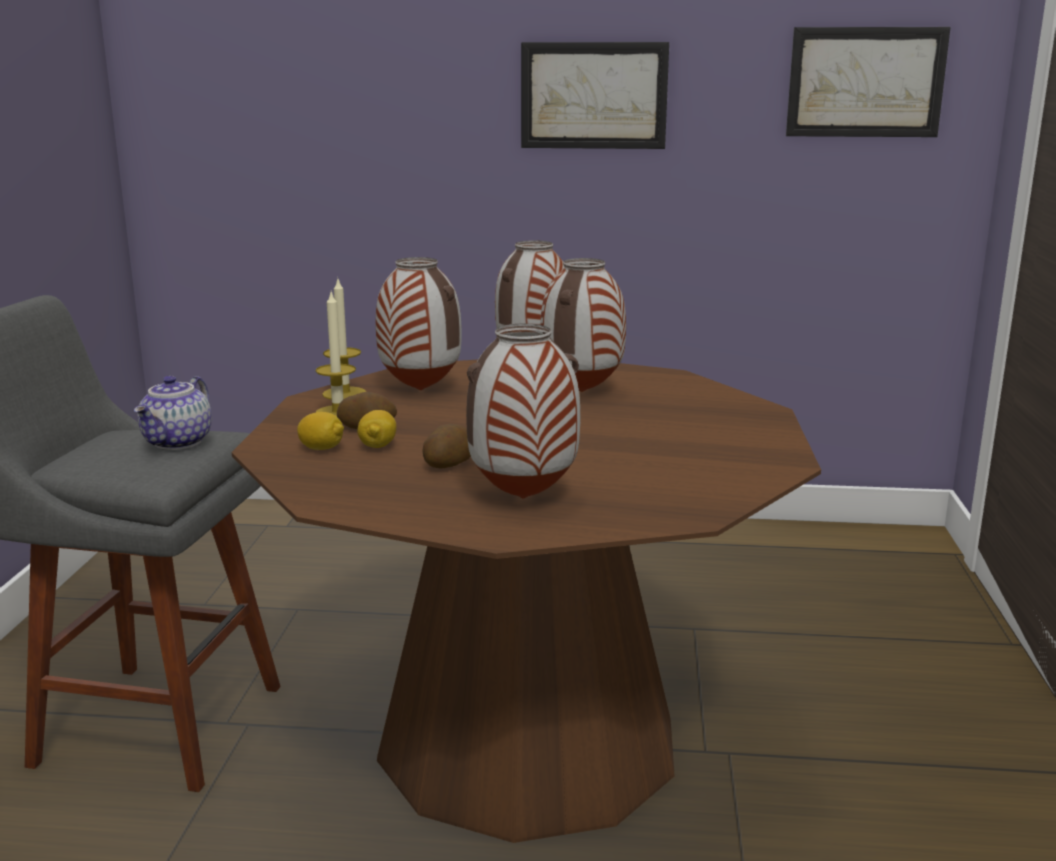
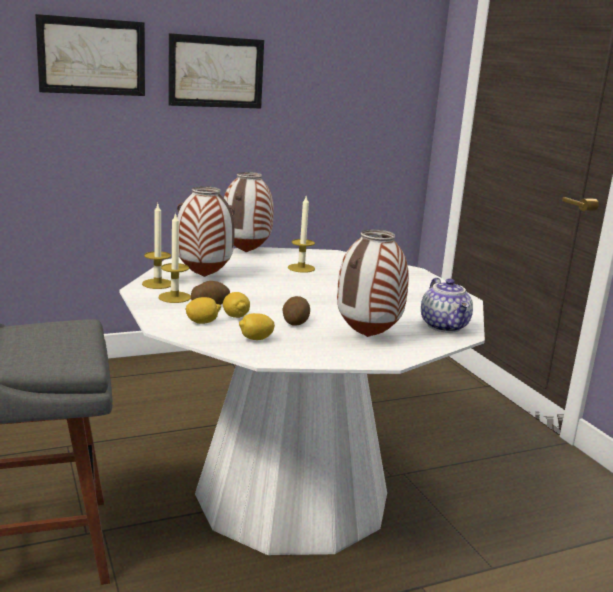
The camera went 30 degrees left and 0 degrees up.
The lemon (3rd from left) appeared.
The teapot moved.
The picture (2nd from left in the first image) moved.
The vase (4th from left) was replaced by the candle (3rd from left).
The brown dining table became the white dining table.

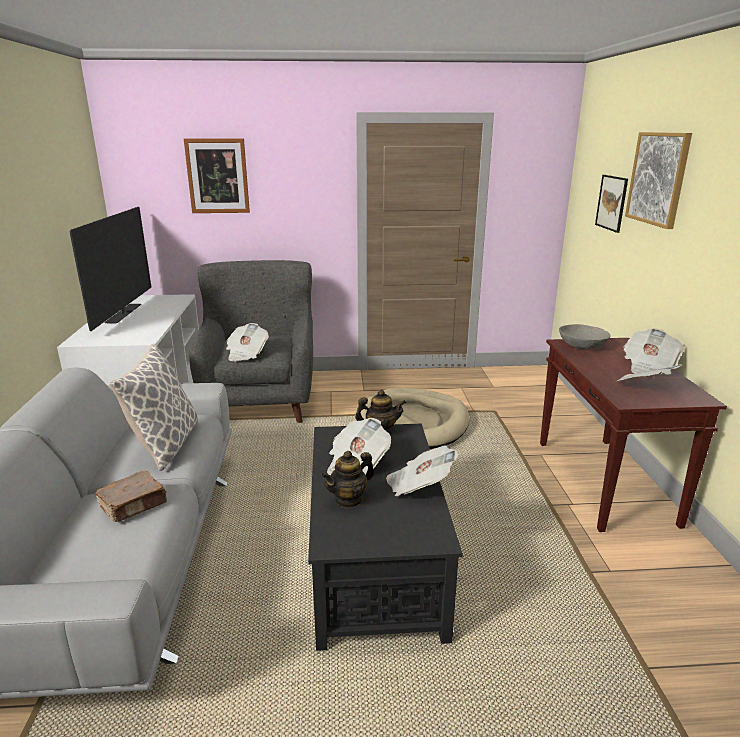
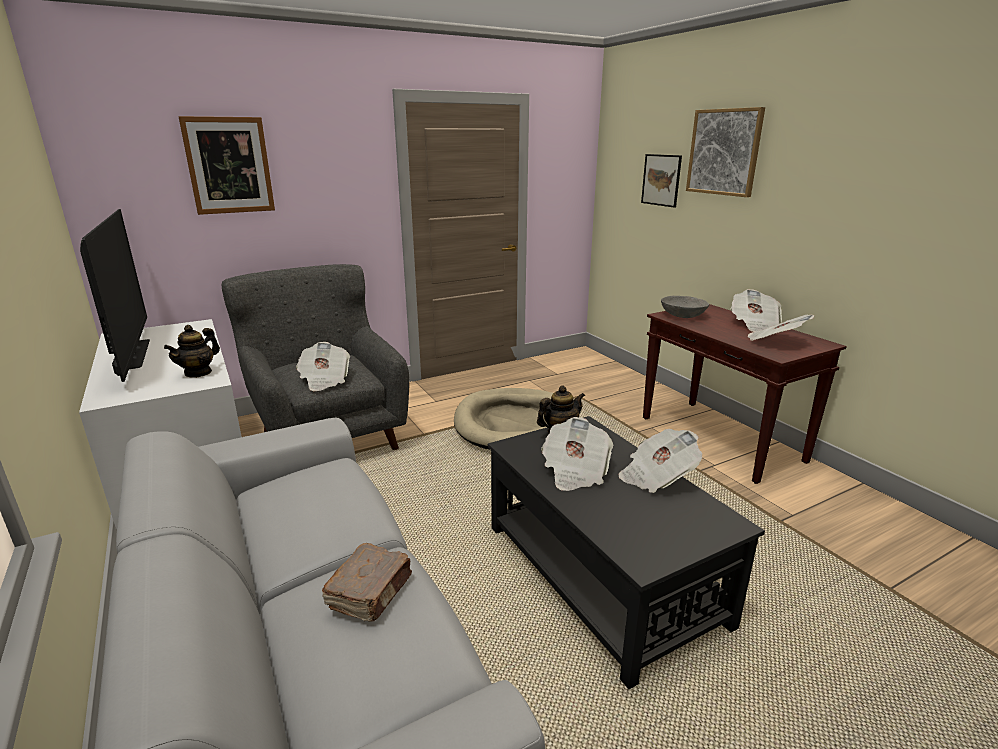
The camera went 25 degrees left and 0 degrees up.
The pillow disappeared.
The teapot (1st from left) moved.

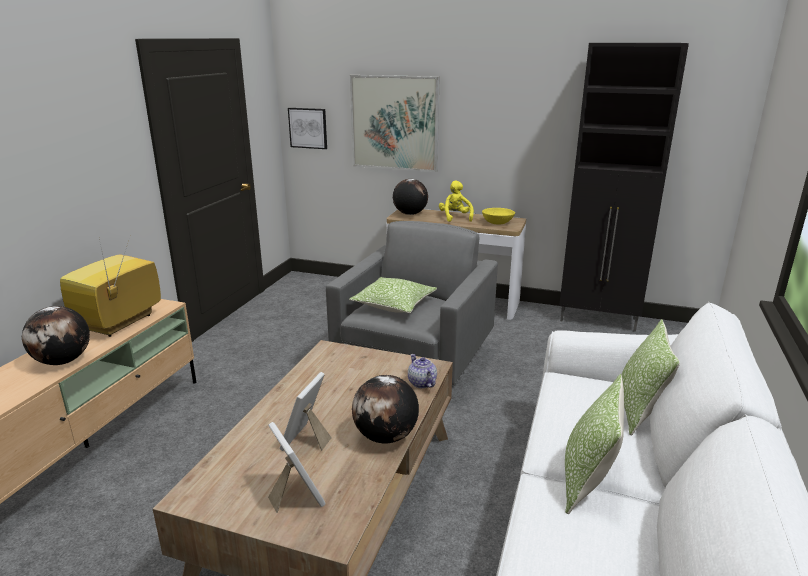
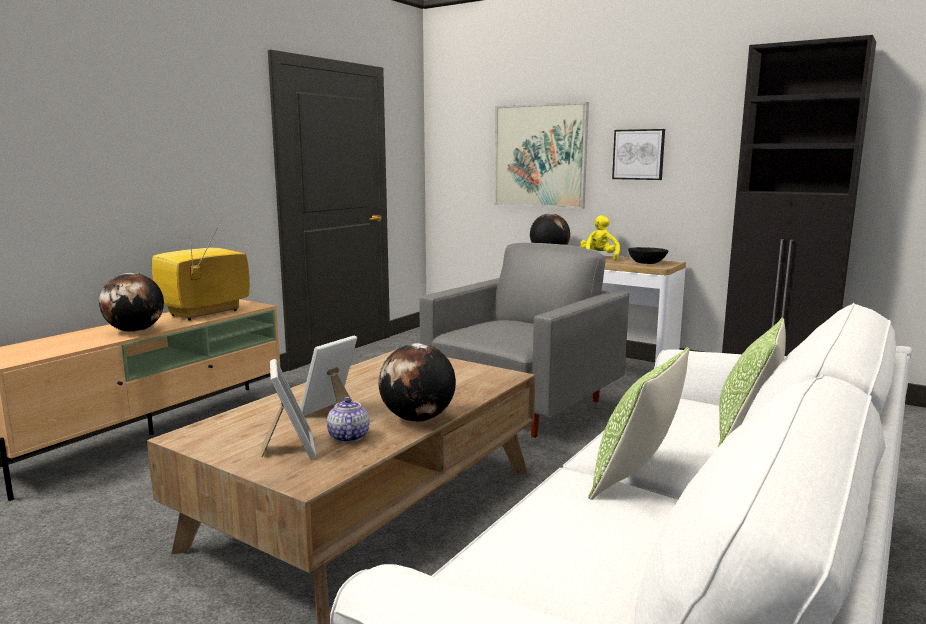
The camera went 15 degrees right and 10 degrees down.
The pillow (1st from left) disappeared.
The picture (1st from left in the first image) moved.
The teapot moved.
The yellow bowl became the black bowl.

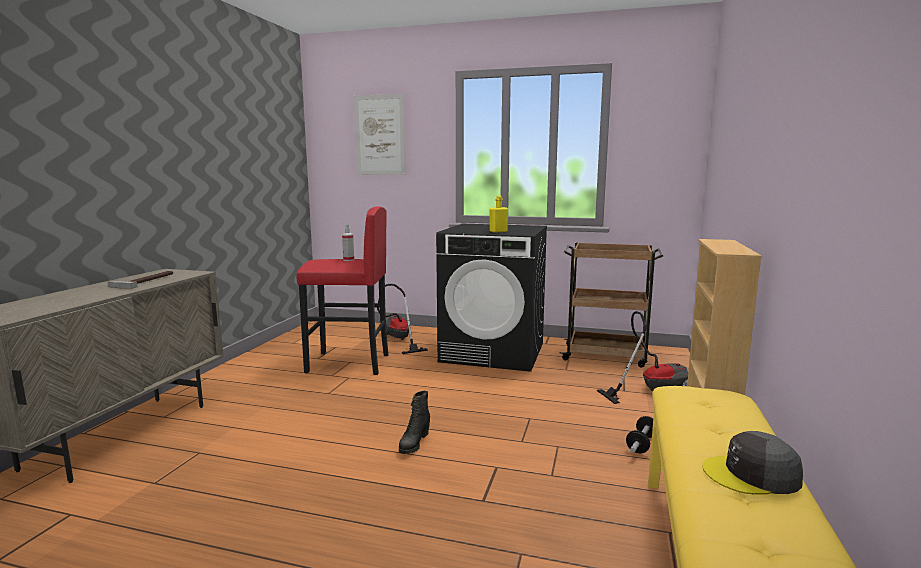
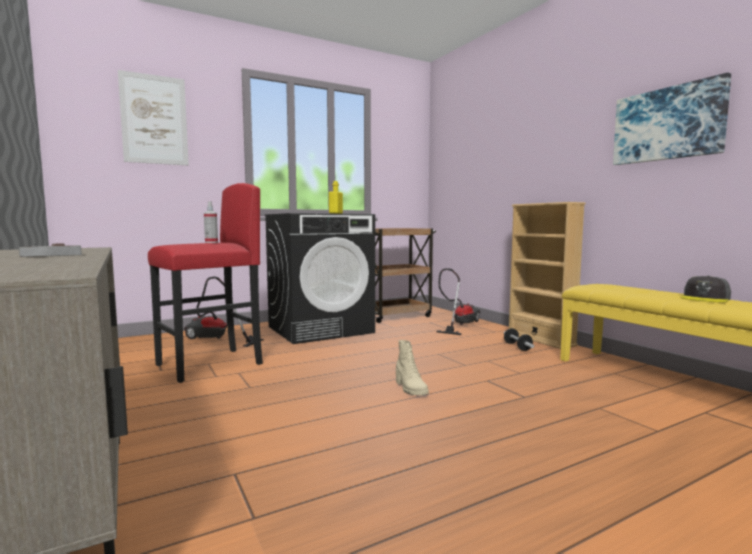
The camera went 45 degrees left and 5 degrees down.
The picture (2nd from left) appeared.
The black boot became the beige boot.

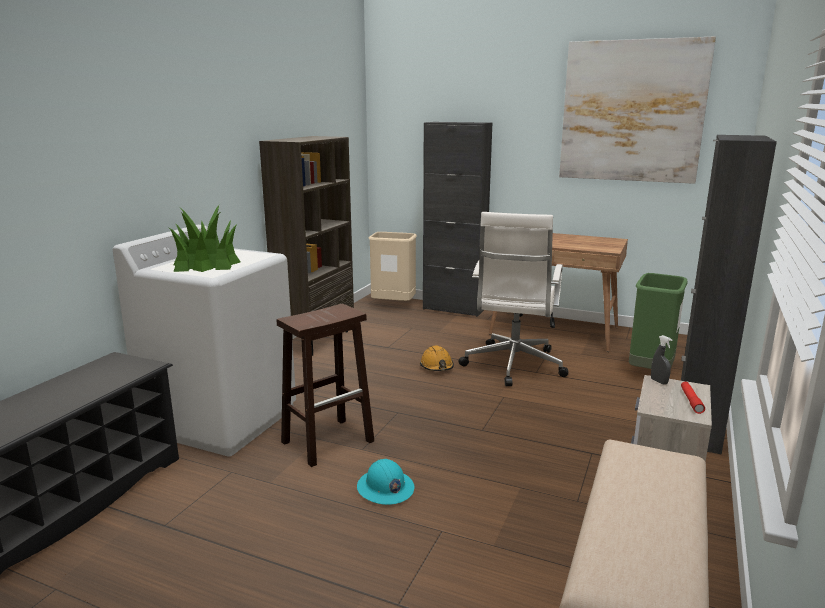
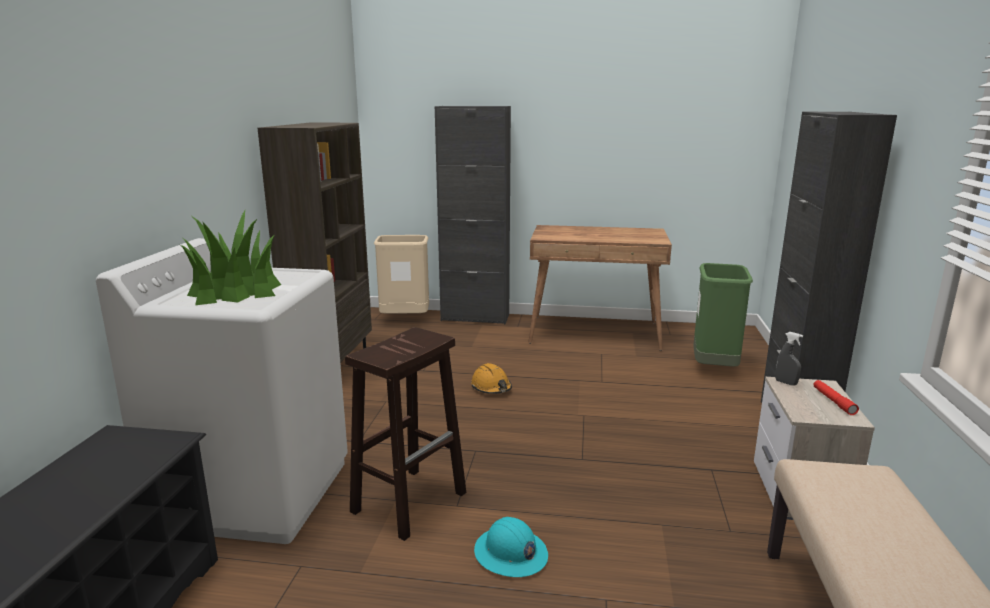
The camera went 15 degrees left and 0 degrees up.
The white office chair disappeared.
The picture disappeared.

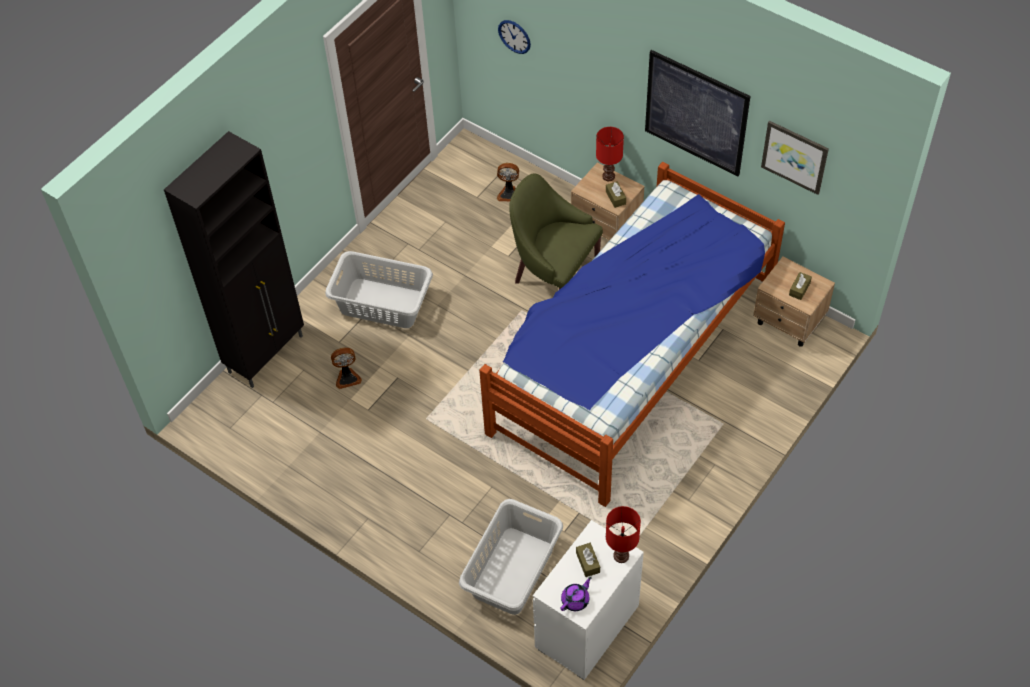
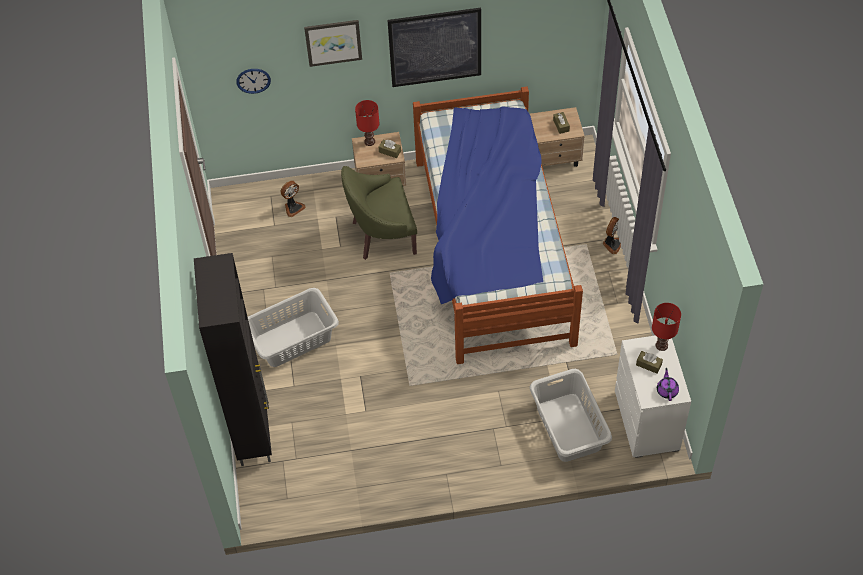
The camera went 45 degrees left and 0 degrees up.
The fan (1st from left in the first image) moved.
The picture (2nd from left in the first image) moved.

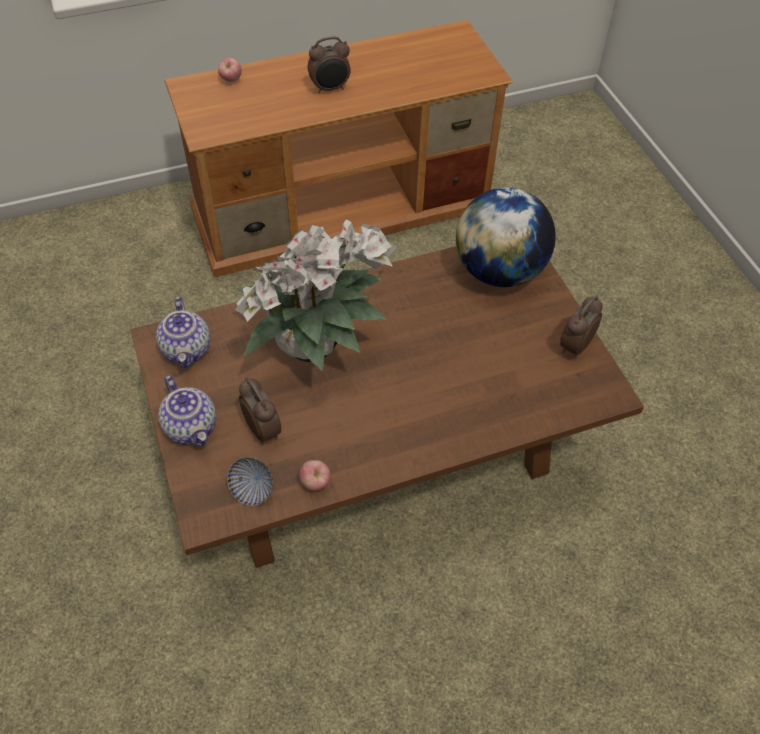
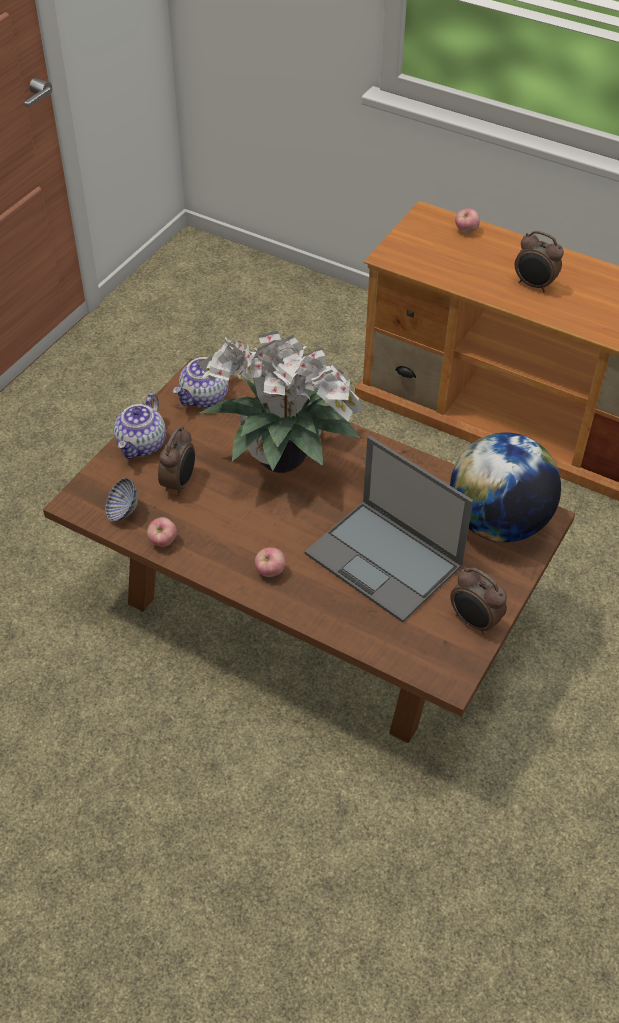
The camera went 50 degrees right and 5 degrees down.
The apple (2nd from left) appeared.
The laptop appeared.
The alarm clock (3rd from left in the first image) turned 135 degrees counterclockwise.

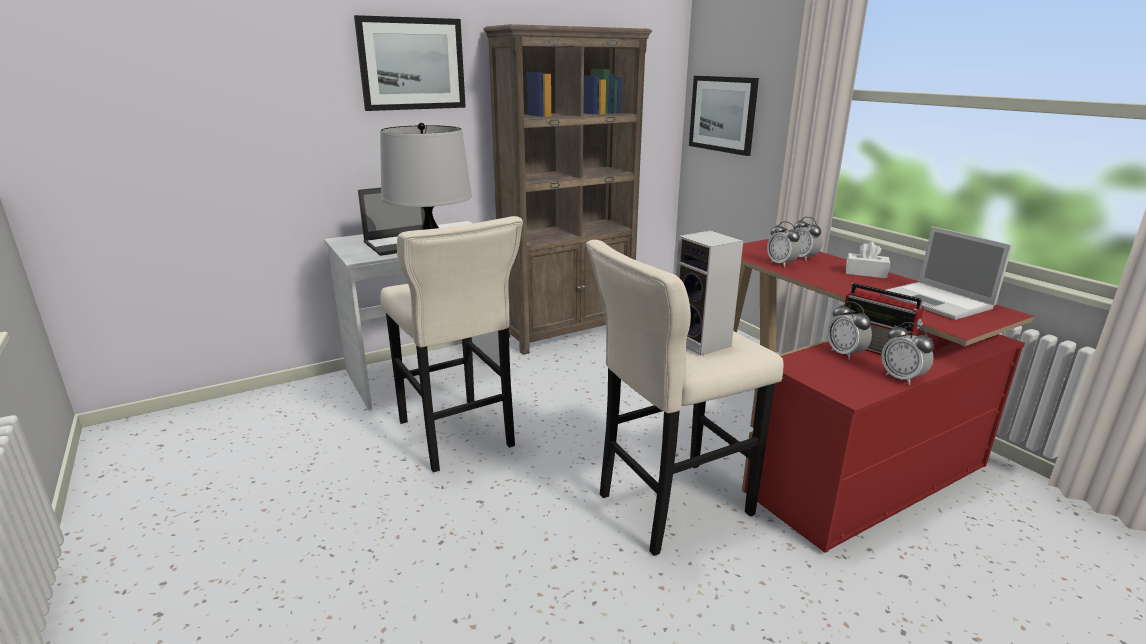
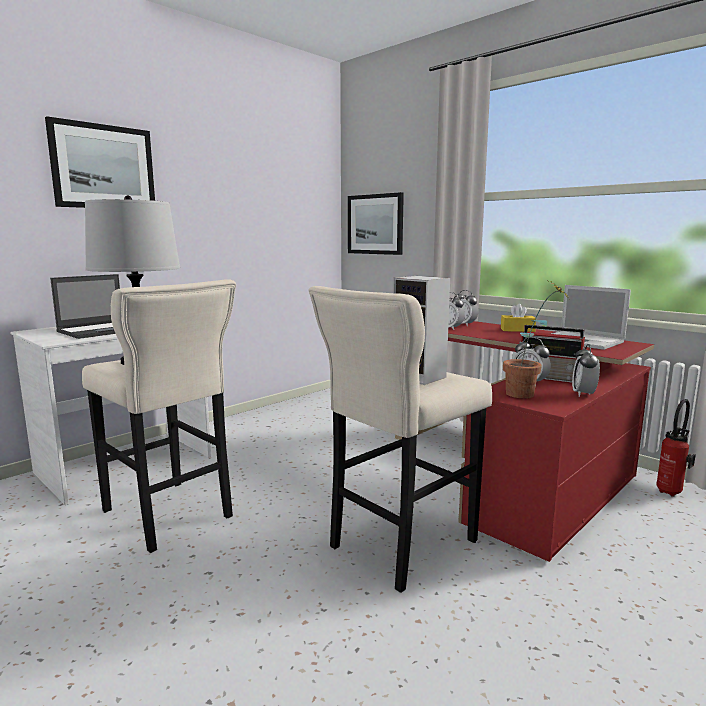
The camera went 15 degrees left and 10 degrees down.
The brown bookcase disappeared.
The potted plant appeared.
The fire extinguisher appeared.
The white tissue box became the yellow tissue box.
The alarm clock (4th from left) turned 60 degrees clockwise.

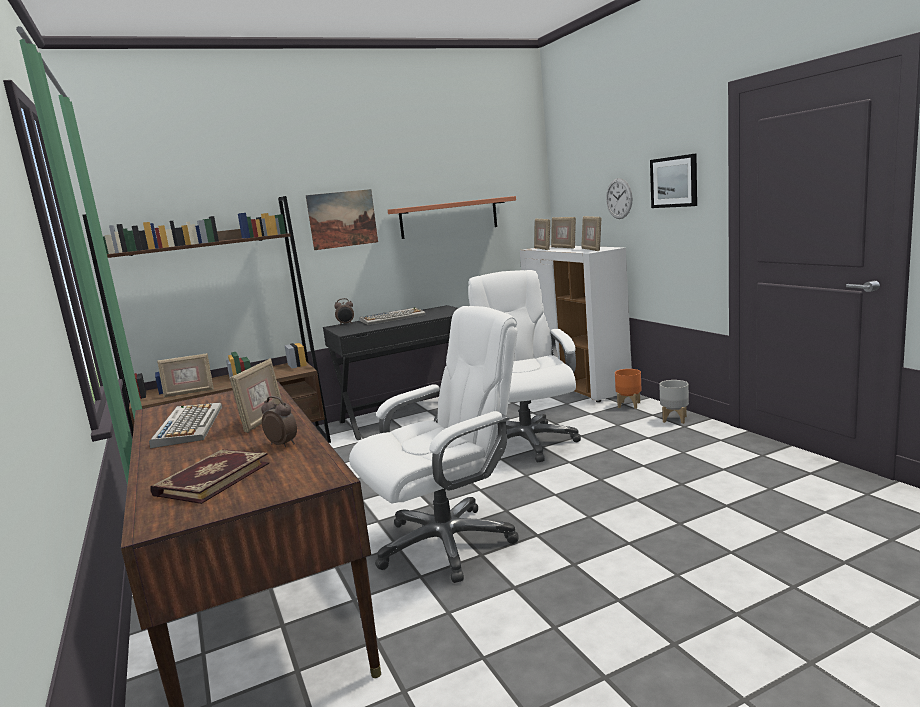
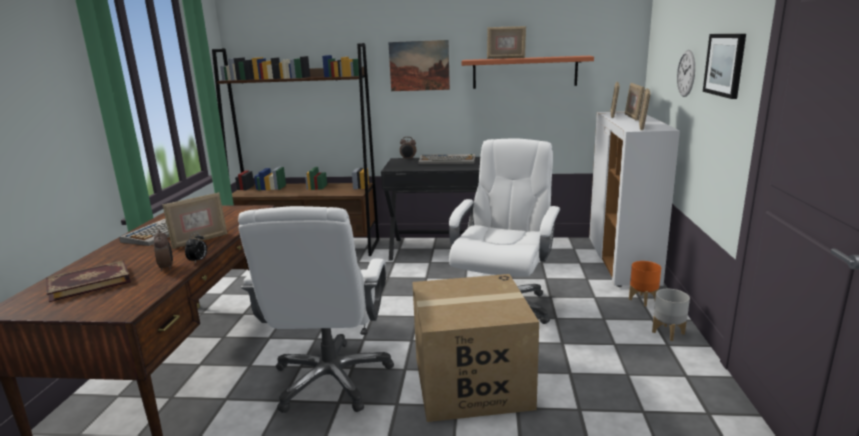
The camera went 30 degrees right and 5 degrees up.
The alarm clock (2nd from left) appeared.
The cardboard box appeared.
The picture frame (1st from left in the first image) moved.
The white office chair (1st from left) turned 90 degrees clockwise.

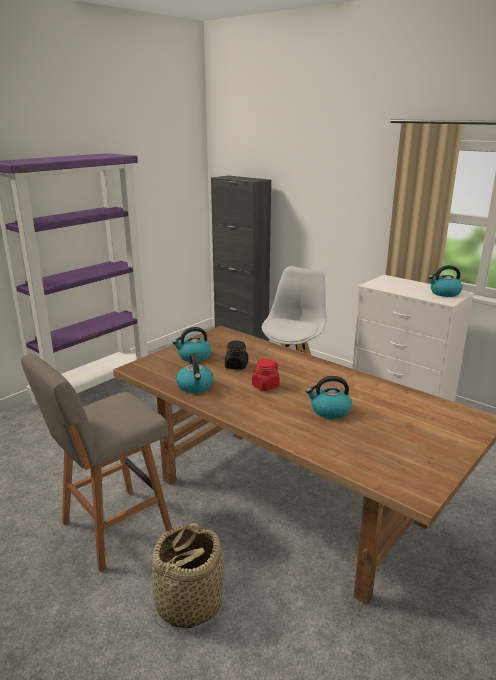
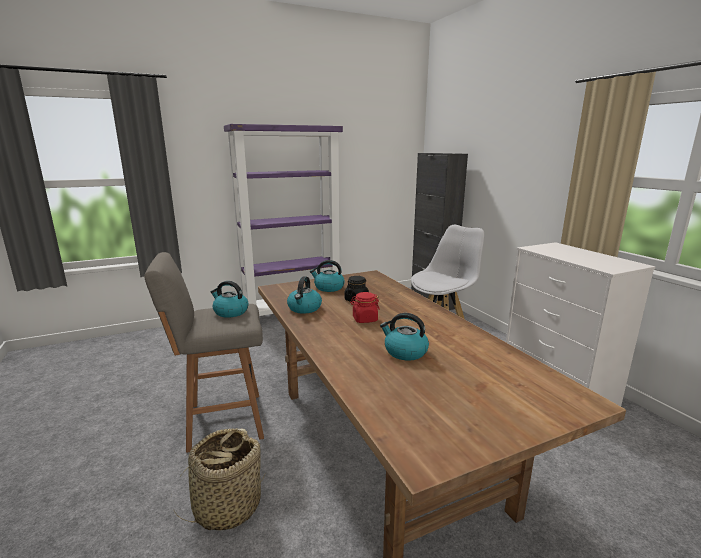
The camera went 25 degrees right and 5 degrees down.
The kettle (4th from left in the first image) moved.

